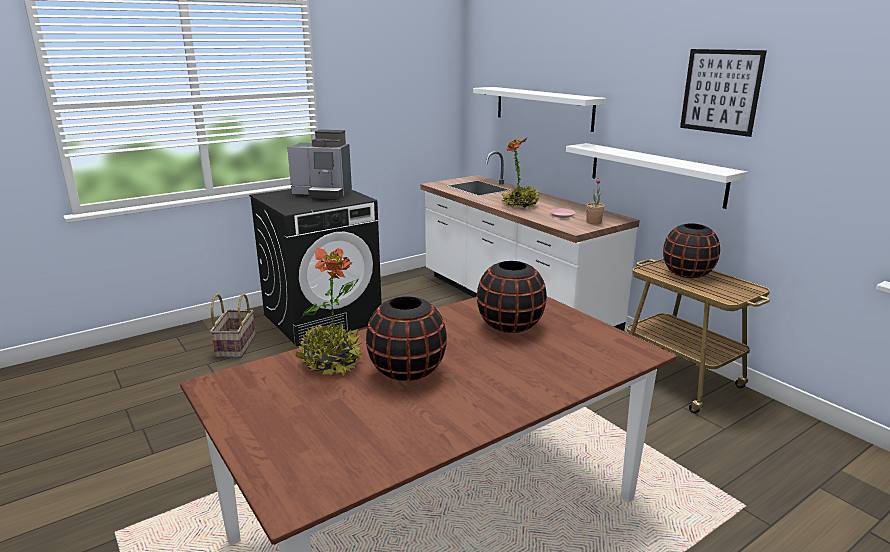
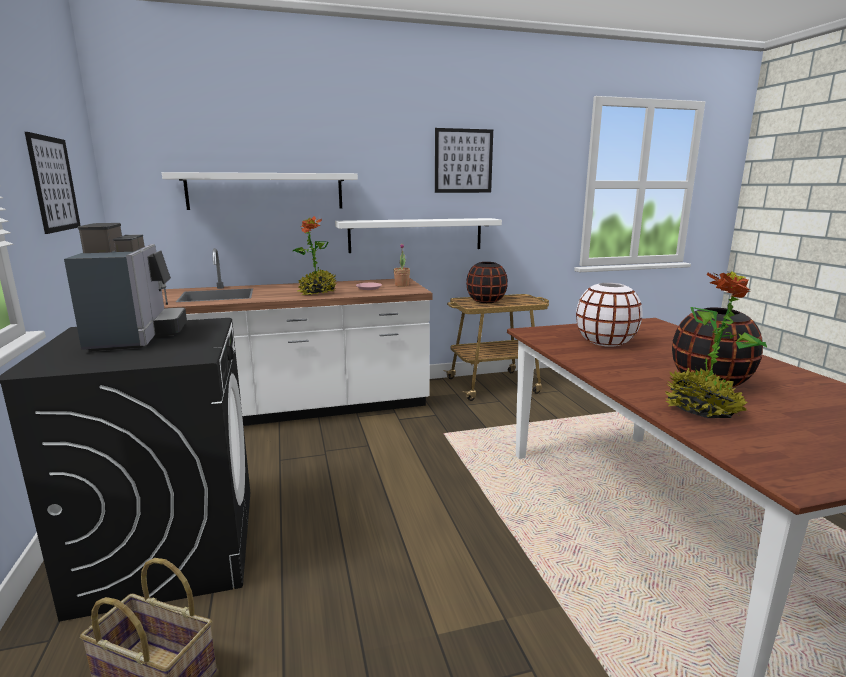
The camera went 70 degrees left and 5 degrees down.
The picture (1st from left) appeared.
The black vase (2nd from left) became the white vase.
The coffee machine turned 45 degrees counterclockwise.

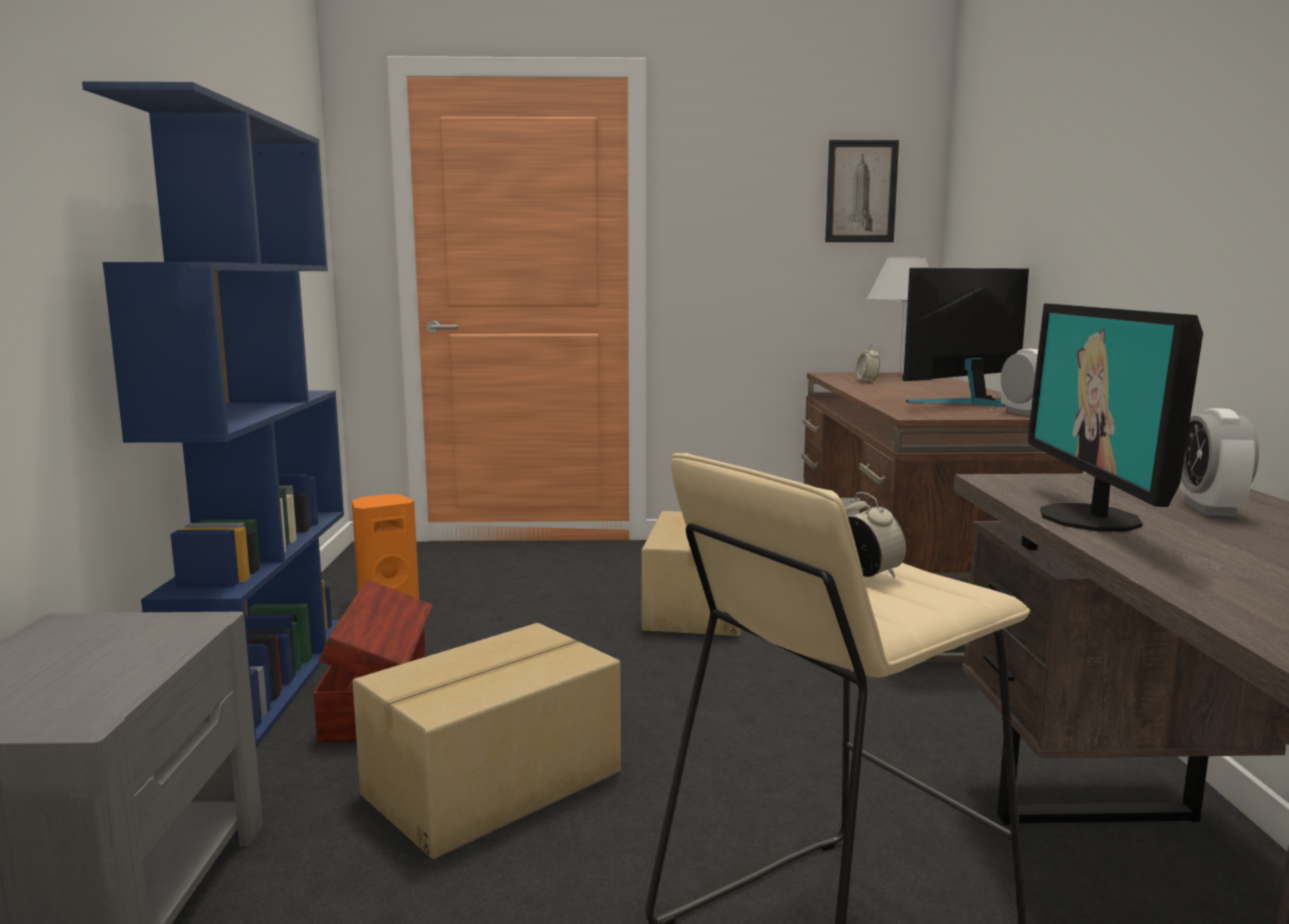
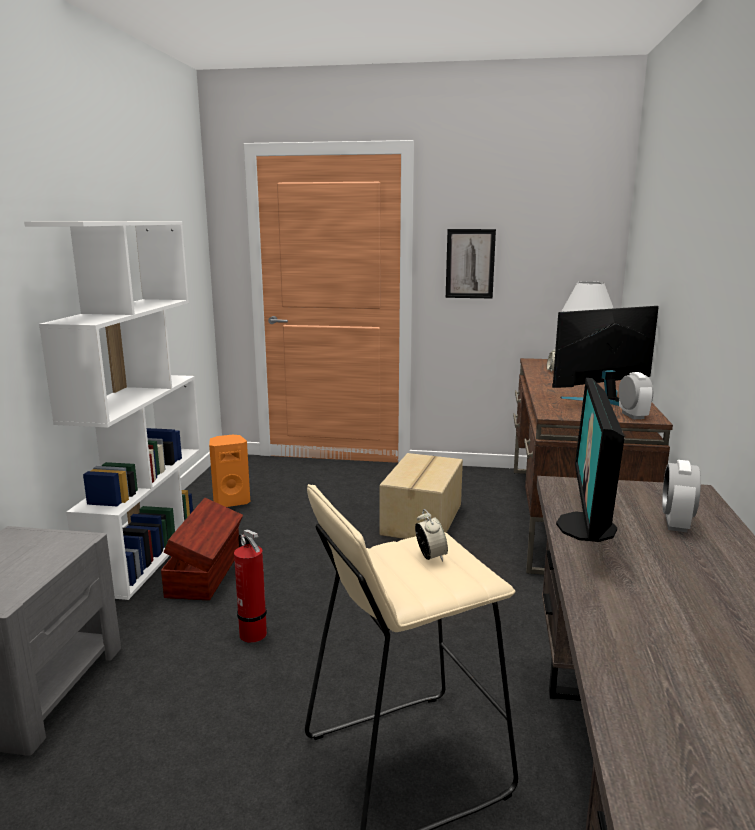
The camera went 10 degrees right and 5 degrees up.
The picture moved.
The cardboard box (1st from left) was replaced by the fire extinguisher.
The blue bookcase became the white bookcase.

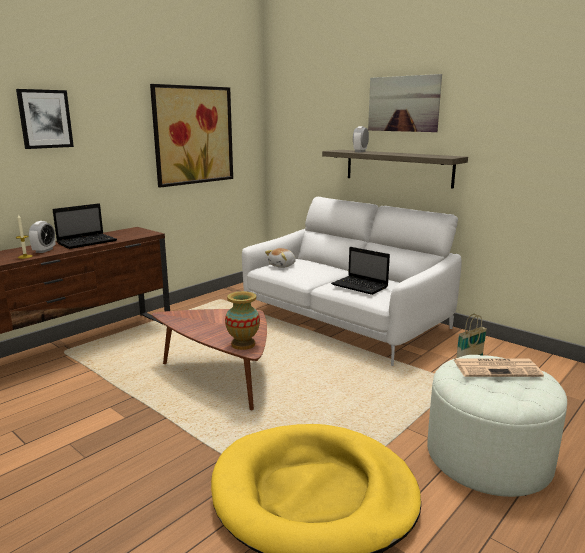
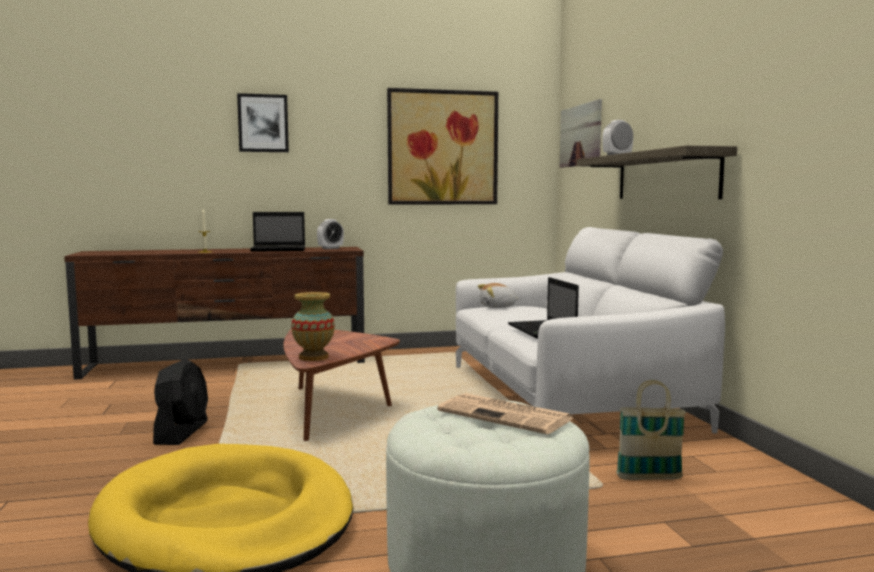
The camera went 35 degrees right and 10 degrees down.
The black fan appeared.
The alarm clock (1st from left) moved.
The picture (3rd from left) moved.

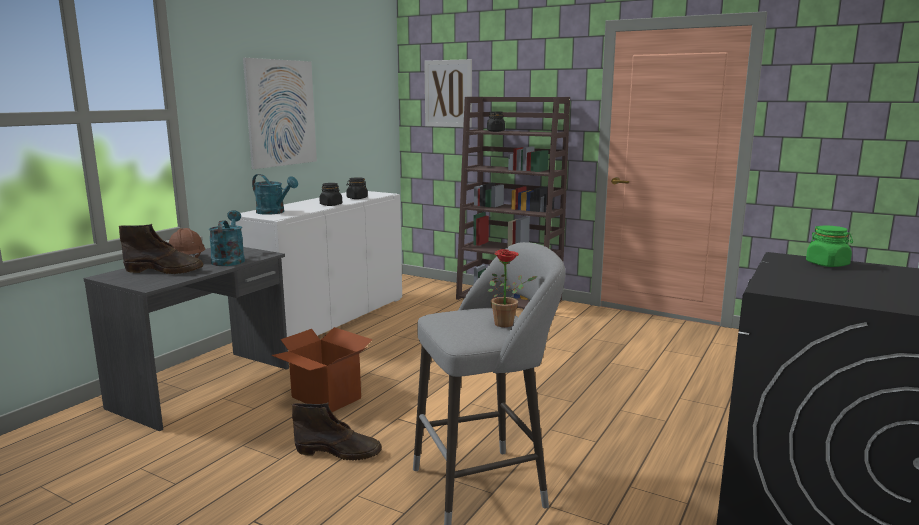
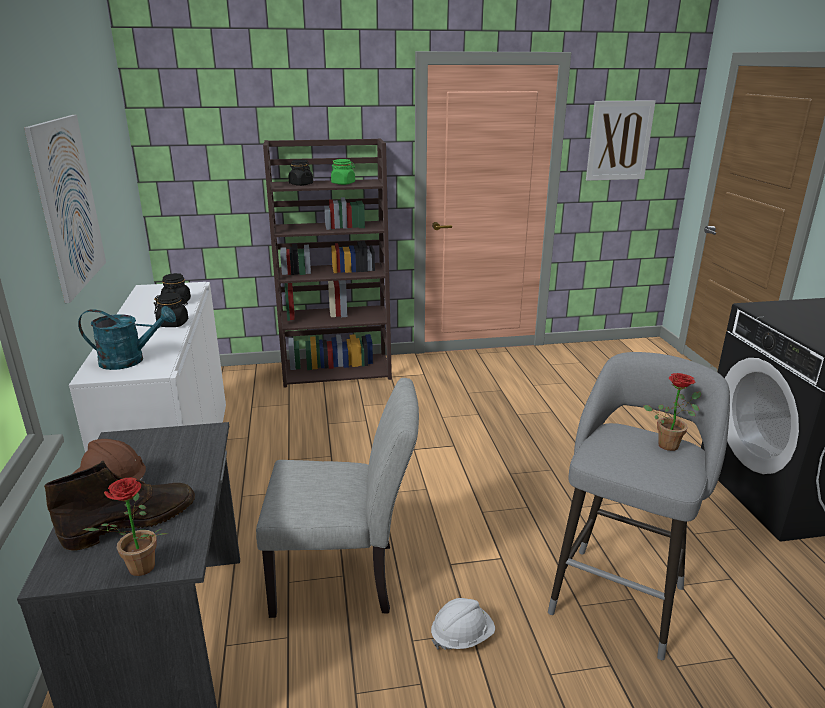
The camera went 40 degrees left and 10 degrees up.
The turquoise watering can (1st from left) disappeared.
The potted plant (1st from left) appeared.
The picture (2nd from left) moved.
The green jar moved.
The cardboard box was replaced by the grey chair.
The brown boot (2nd from left) was replaced by the white hard hat.

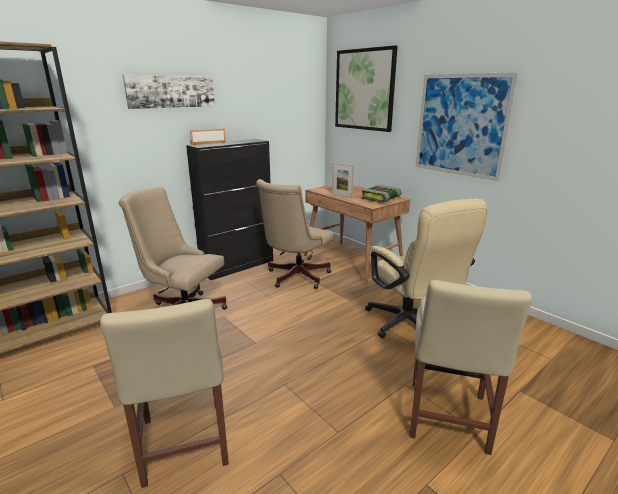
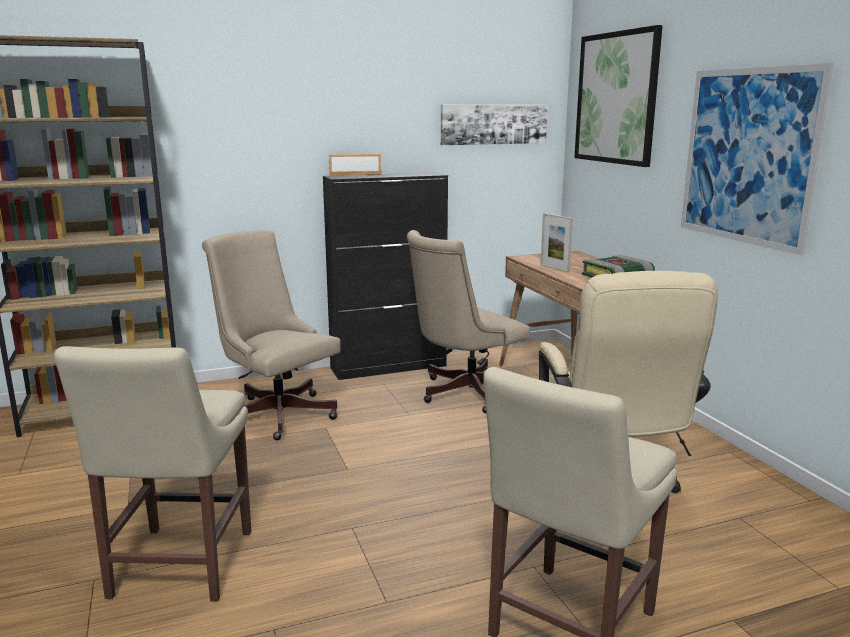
The camera went 20 degrees right and 5 degrees down.
The picture (1st from left) moved.

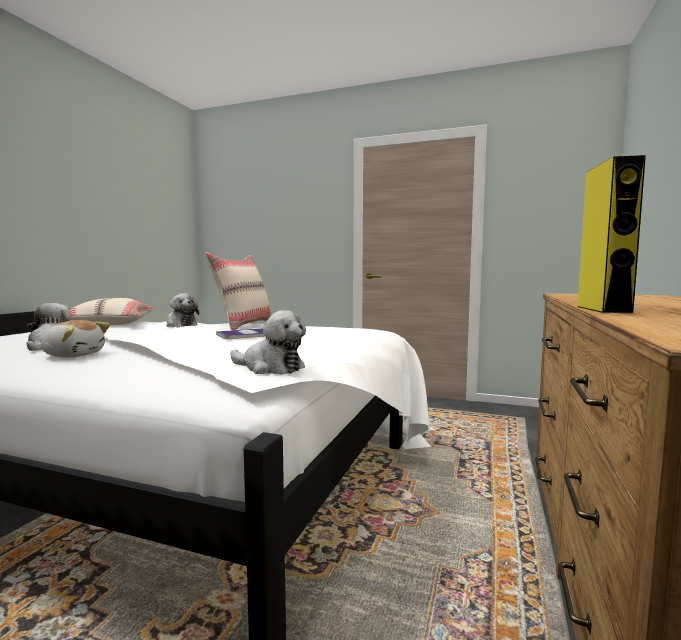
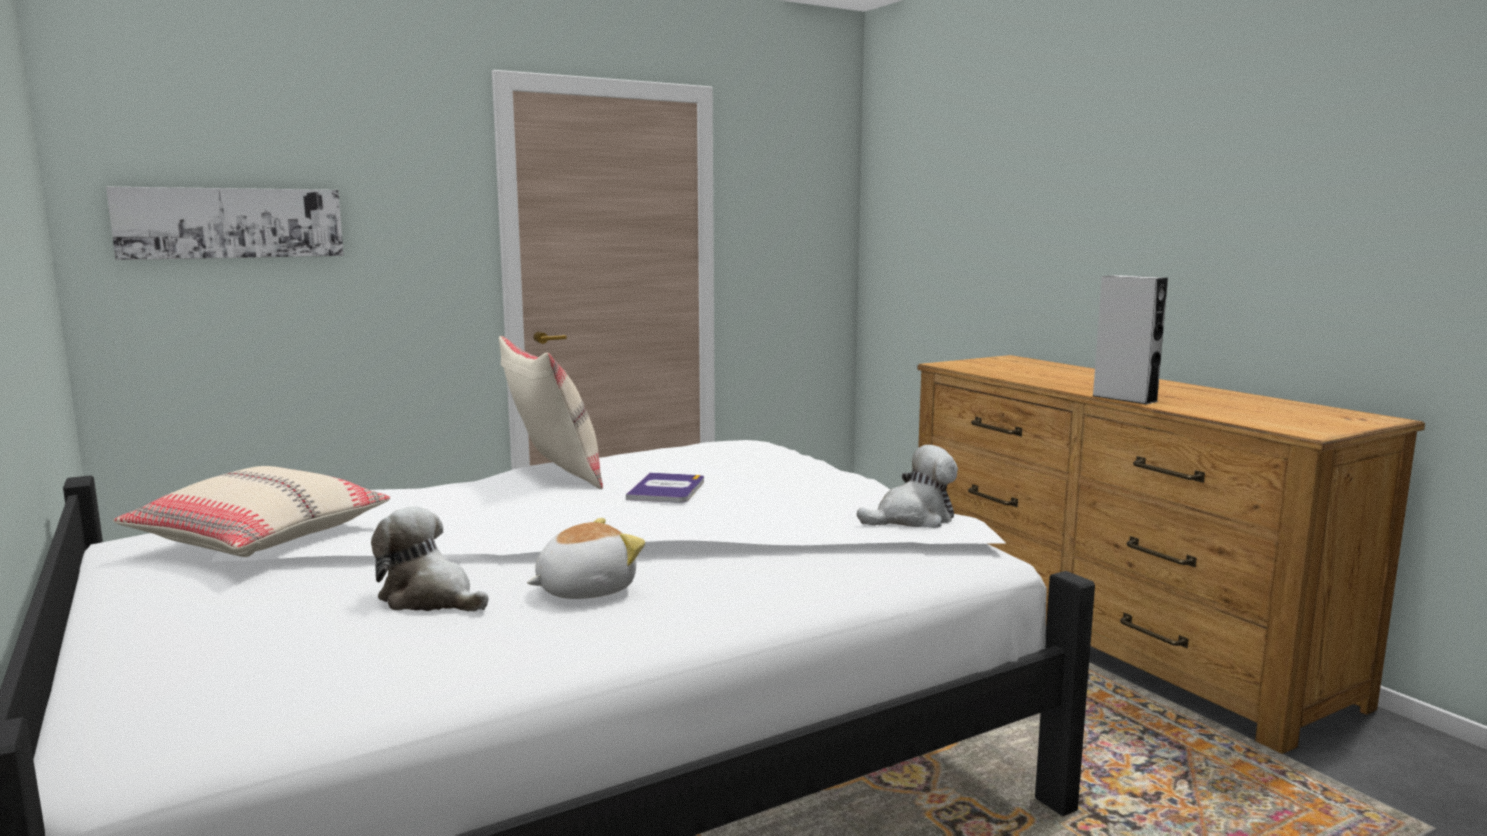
The camera went 50 degrees left and 5 degrees up.
The plush toy (3rd from left) disappeared.
The picture appeared.
The yellow speaker became the grey speaker.

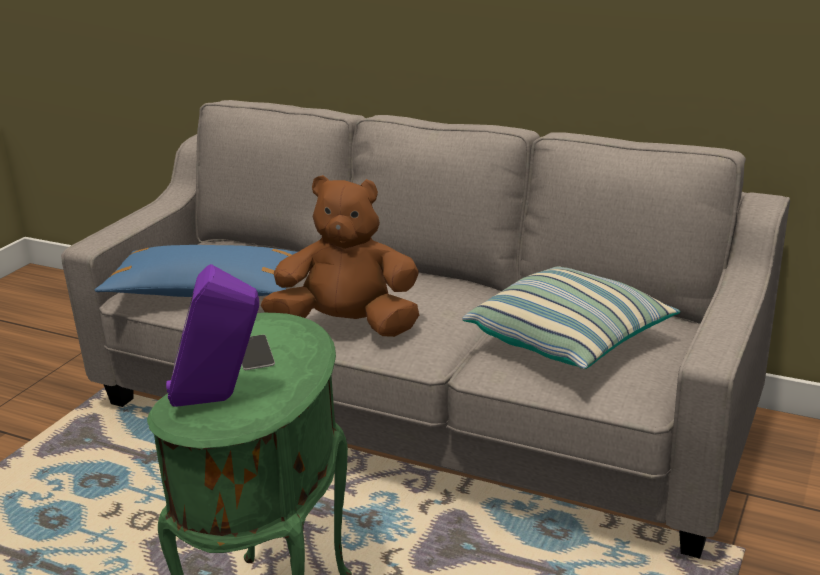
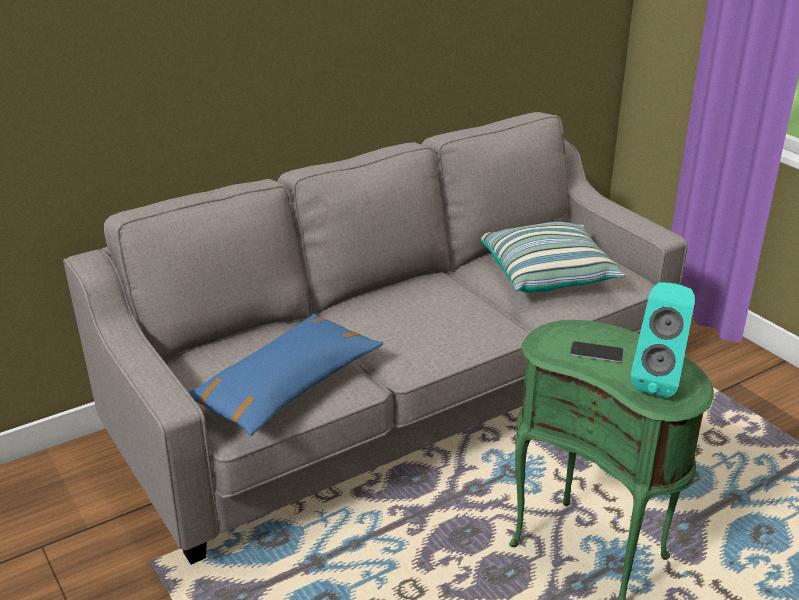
The camera went 60 degrees left and 5 degrees up.
The brown plush toy disappeared.
The purple speaker became the turquoise speaker.

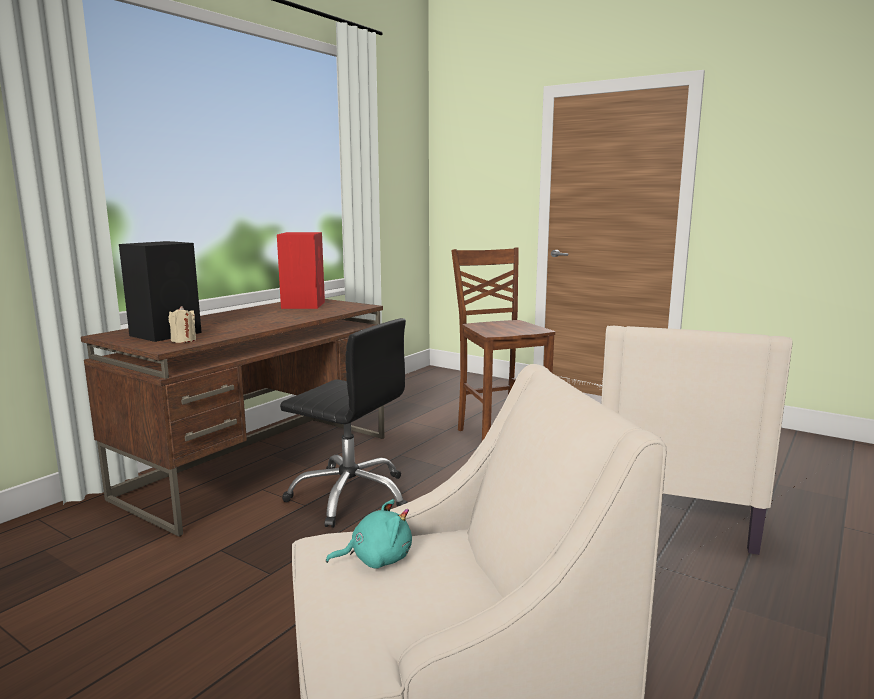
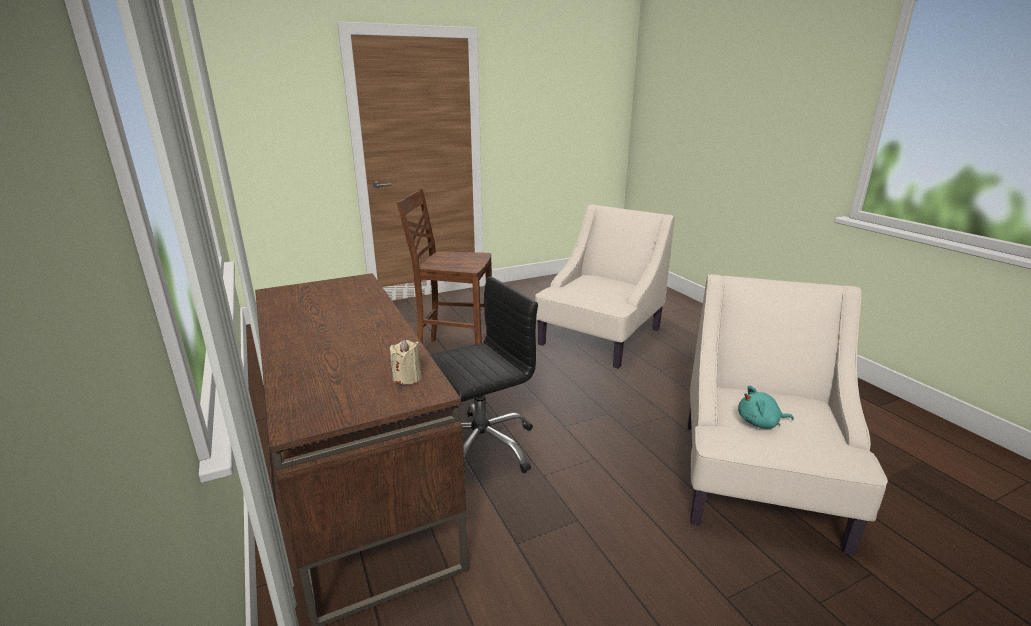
The camera went 60 degrees left and 10 degrees up.
The black speaker disappeared.
The red speaker disappeared.
The turquoise plush toy turned 105 degrees counterclockwise.
The beige armchair (2nd from left in the first image) turned 105 degrees counterclockwise.

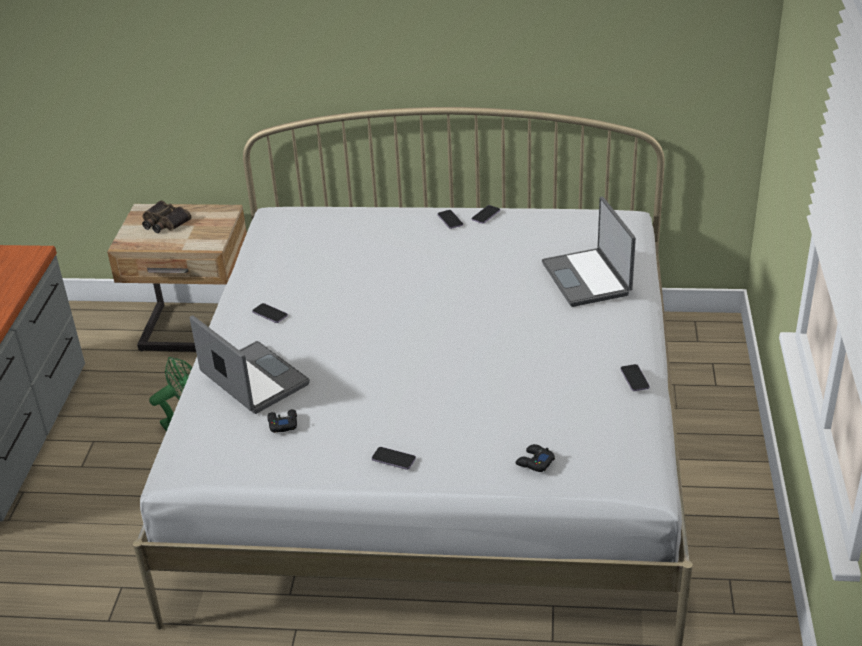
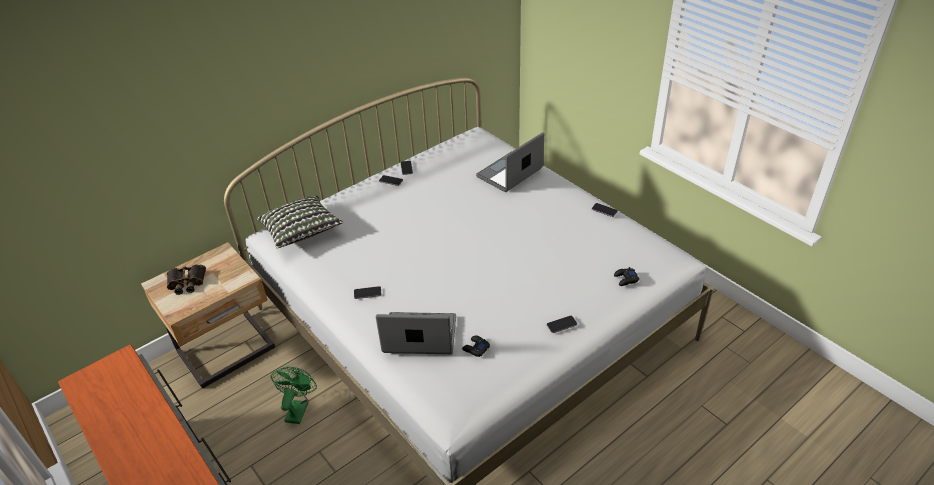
The camera went 45 degrees left and 5 degrees up.
The pillow appeared.
The laptop (2nd from left) turned 105 degrees clockwise.

